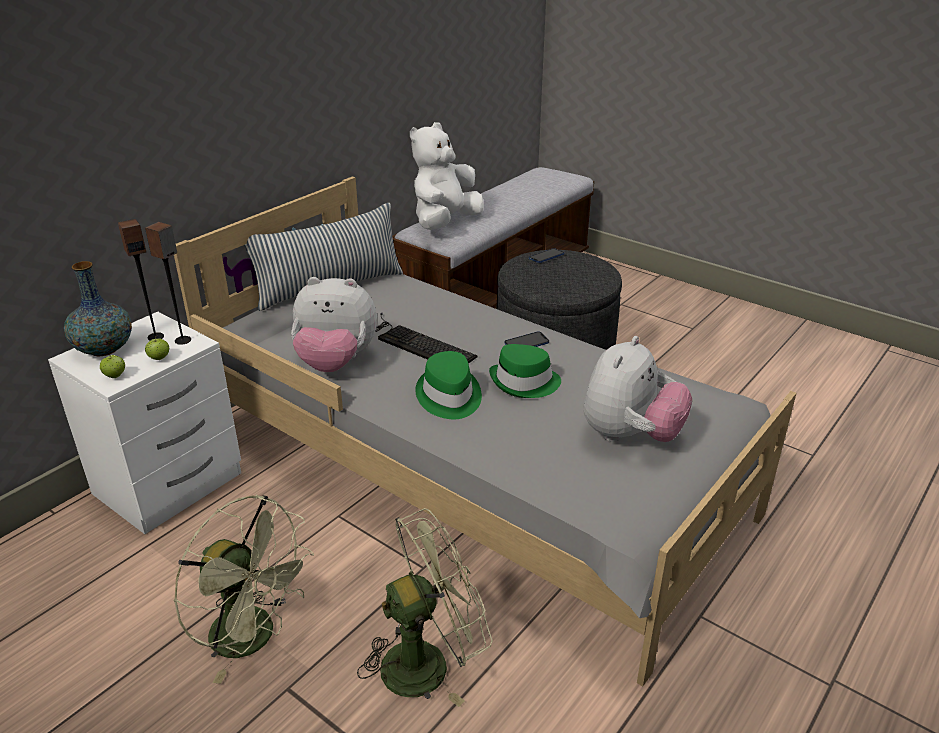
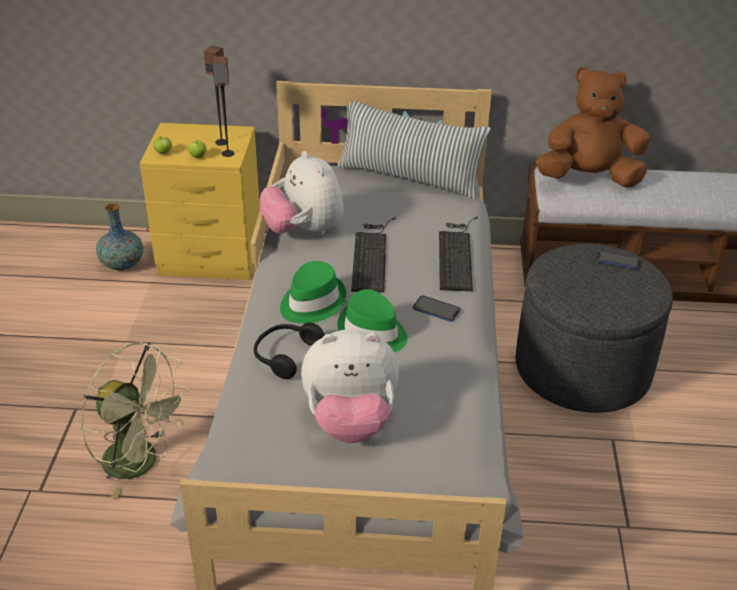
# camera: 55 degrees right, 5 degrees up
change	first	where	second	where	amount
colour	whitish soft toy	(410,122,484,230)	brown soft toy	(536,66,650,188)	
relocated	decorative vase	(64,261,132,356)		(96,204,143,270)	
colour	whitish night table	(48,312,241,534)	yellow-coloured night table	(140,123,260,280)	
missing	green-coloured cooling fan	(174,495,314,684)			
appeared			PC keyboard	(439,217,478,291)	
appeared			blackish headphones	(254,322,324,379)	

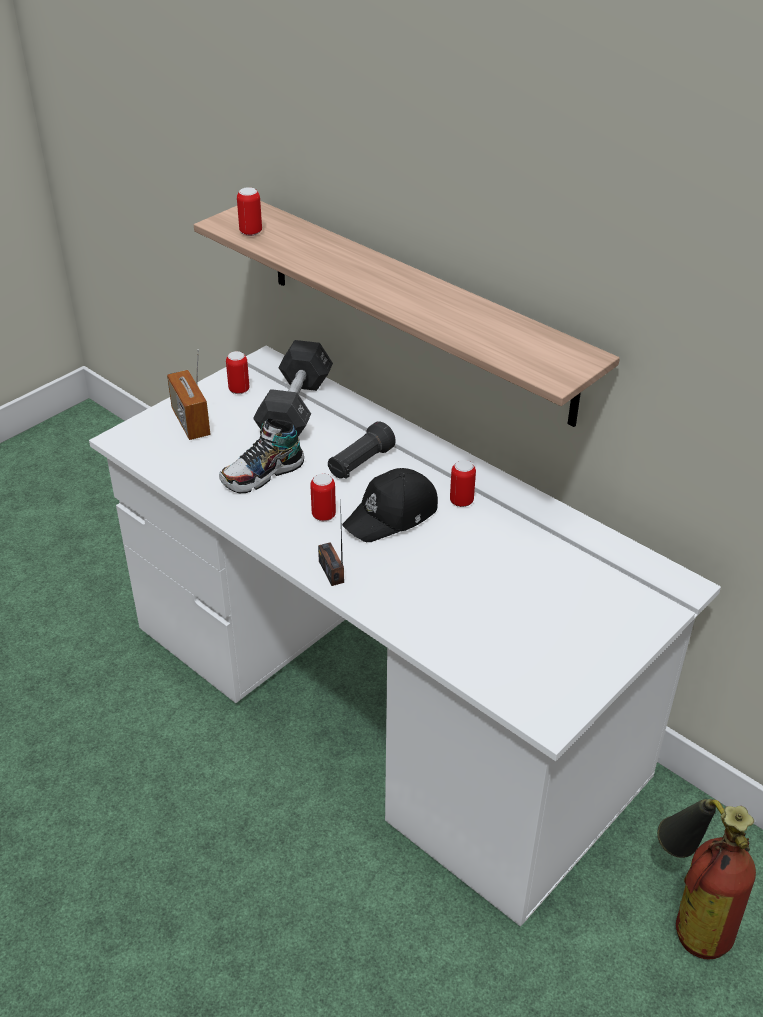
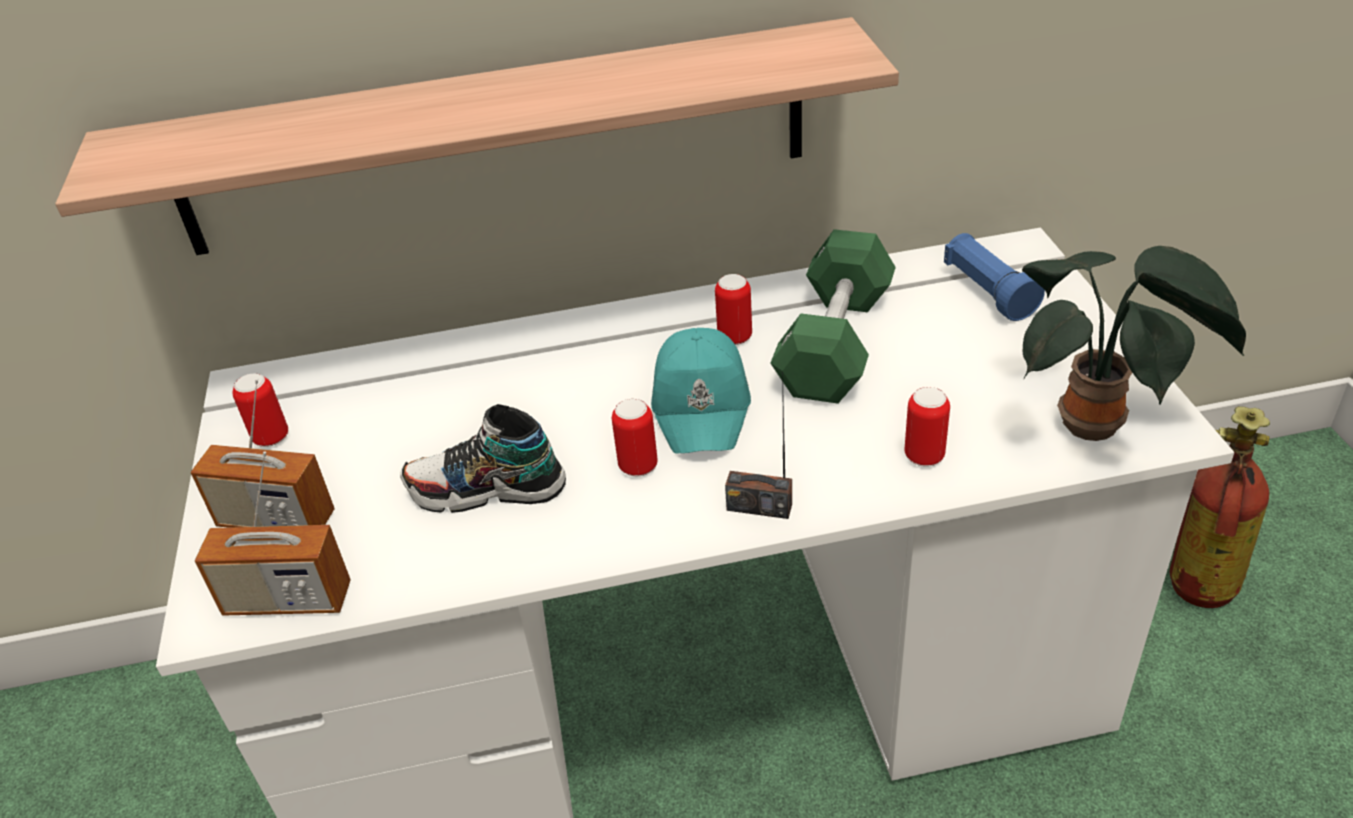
# camera: 50 degrees left, 0 degrees up
change	first	where	second	where	amount
relocated	sealed can	(237,187,262,236)		(904,387,950,467)	
missing	blackish free weight	(253,340,333,436)			
spun	item of footwear	(219,419,304,493)		(400,404,566,513)	90 degrees clockwise
missing	blackish flashlight	(328,421,396,479)			
colour	blackish baseball cap	(342,468,438,542)	turquoise-coloured baseball cap	(651,328,751,453)	
appeared			green-coloured free weight	(770,229,896,404)	
appeared			blue flashlight	(944,233,1045,321)	
appeared			plant in a pot	(1022,246,1246,441)	
appeared			radio receiver	(195,451,350,616)	

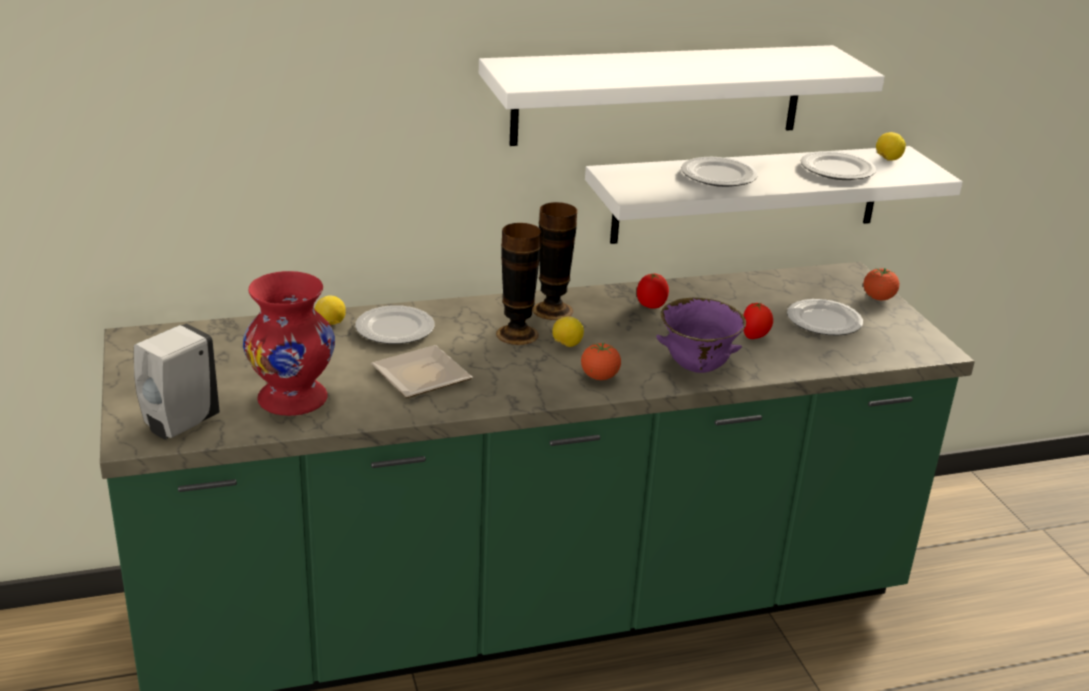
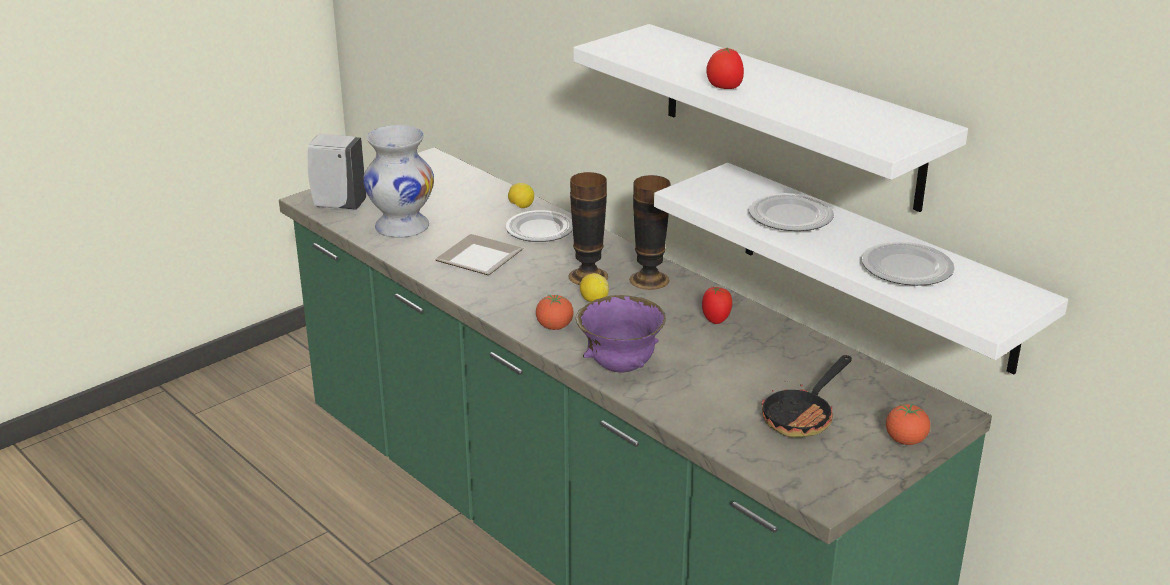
# camera: 65 degrees right, 0 degrees up
change	first	where	second	where	amount
missing	lemon	(876,132,906,161)			
colour	reddish decorative vase	(243,271,335,416)	whitish decorative vase	(363,125,434,238)	
exchanged	plate	(787,299,863,335)	frying pan	(762,355,852,438)	
relocated	fresh tomato	(743,303,773,339)		(707,48,744,89)	

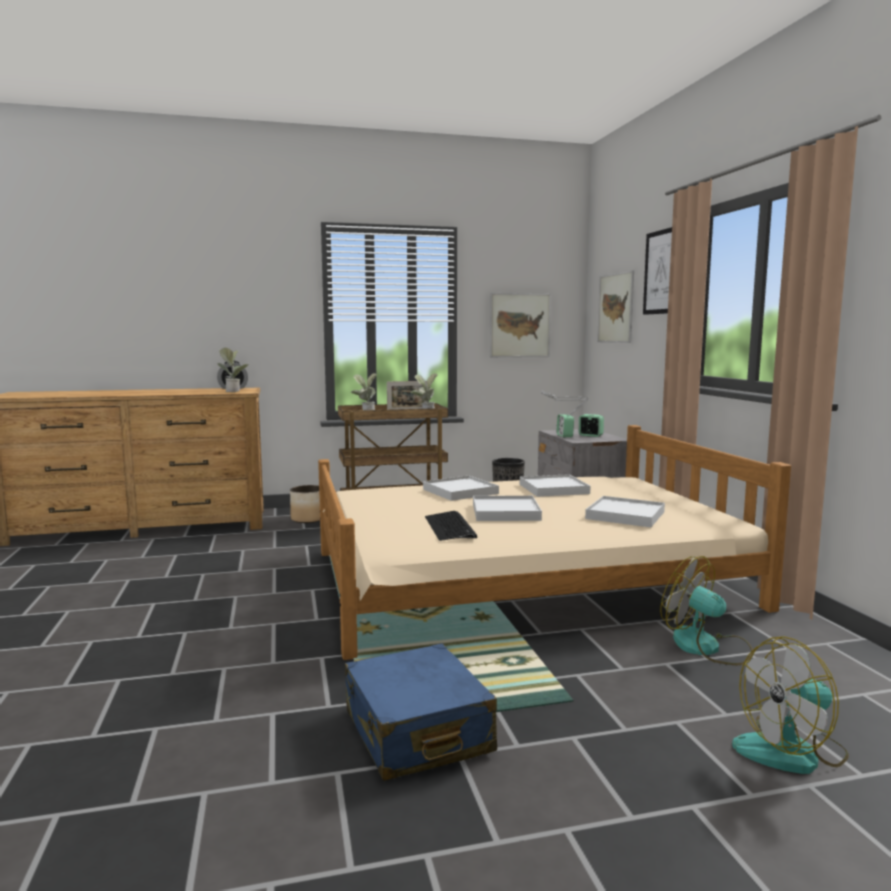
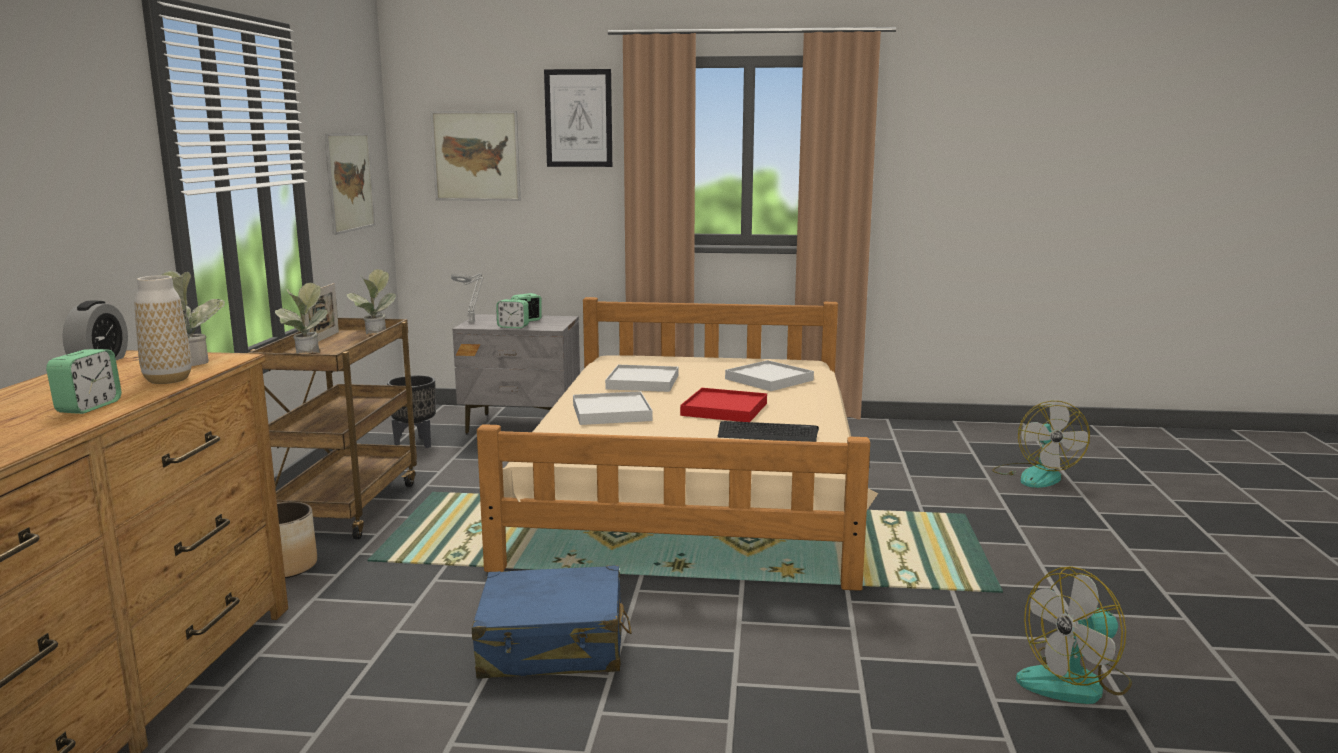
# camera: 70 degrees left, 5 degrees up
change	first	where	second	where	amount
colour	whitish tray	(473,496,542,521)	reddish tray	(680,388,767,422)	
relocated	cooling fan	(660,556,753,665)		(1016,566,1132,704)	
relocated	blue piece of luggage	(345,643,497,781)		(472,565,632,679)	
appeared			decorative vase	(134,275,192,384)	
appeared			table clock	(46,349,122,414)	

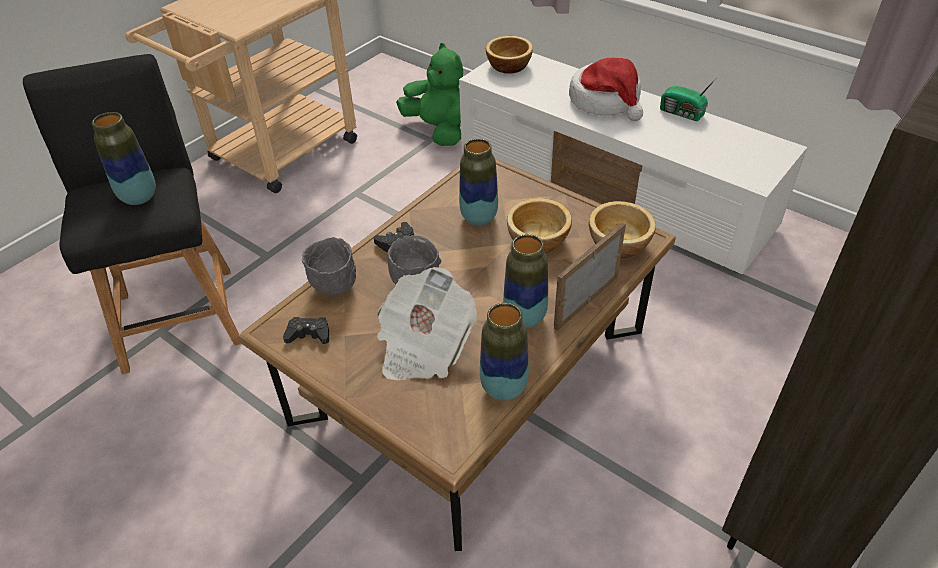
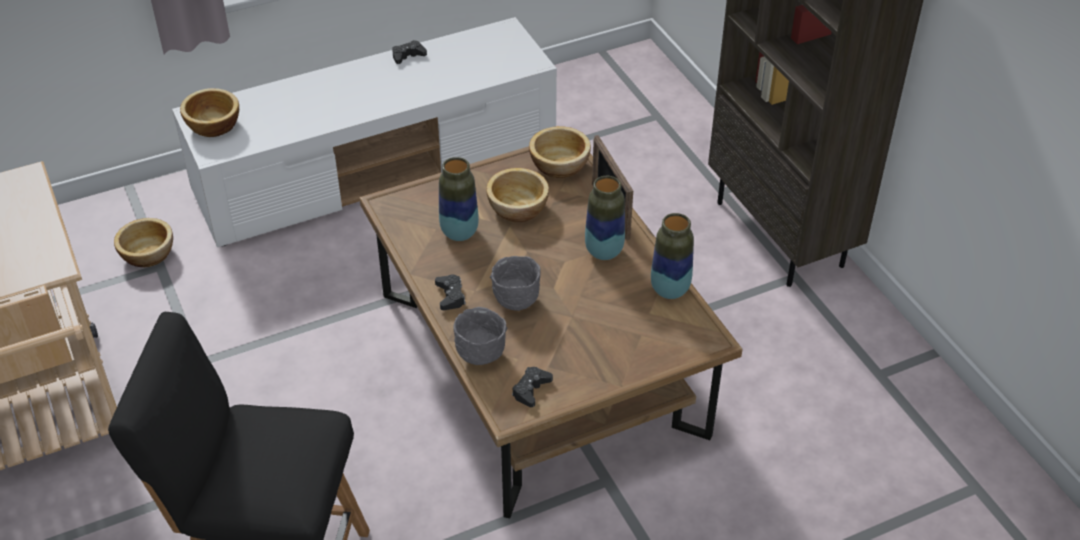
# camera: 65 degrees left, 0 degrees up
change	first	where	second	where	amount
exchanged	green-coloured soft toy	(396,43,463,146)	deep dish	(114,218,173,267)	
missing	hat	(569,58,643,121)			
exchanged	radio receiver	(660,80,715,121)	blackish joypad	(392,40,427,64)	
missing	decorative vase	(92,112,156,205)			
missing	daily paper	(377,267,477,380)			

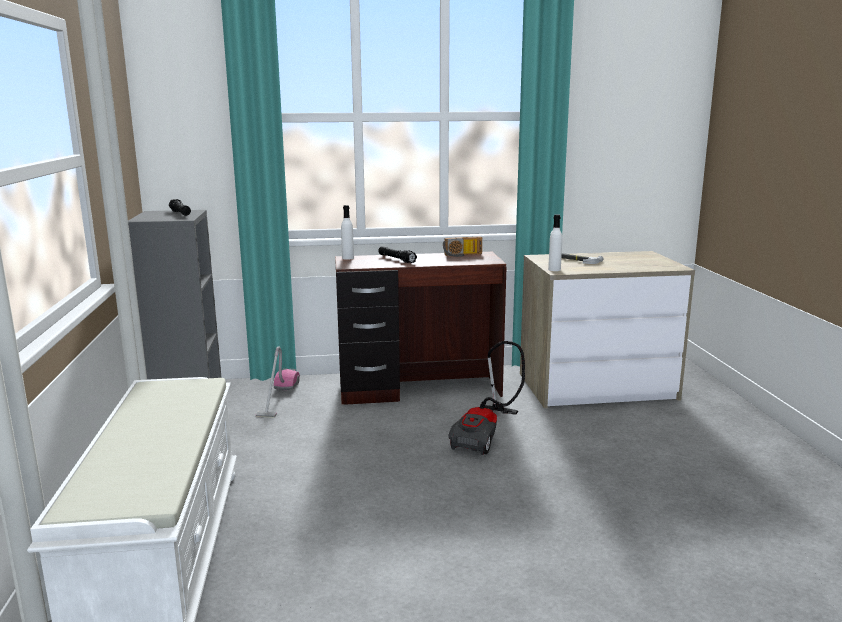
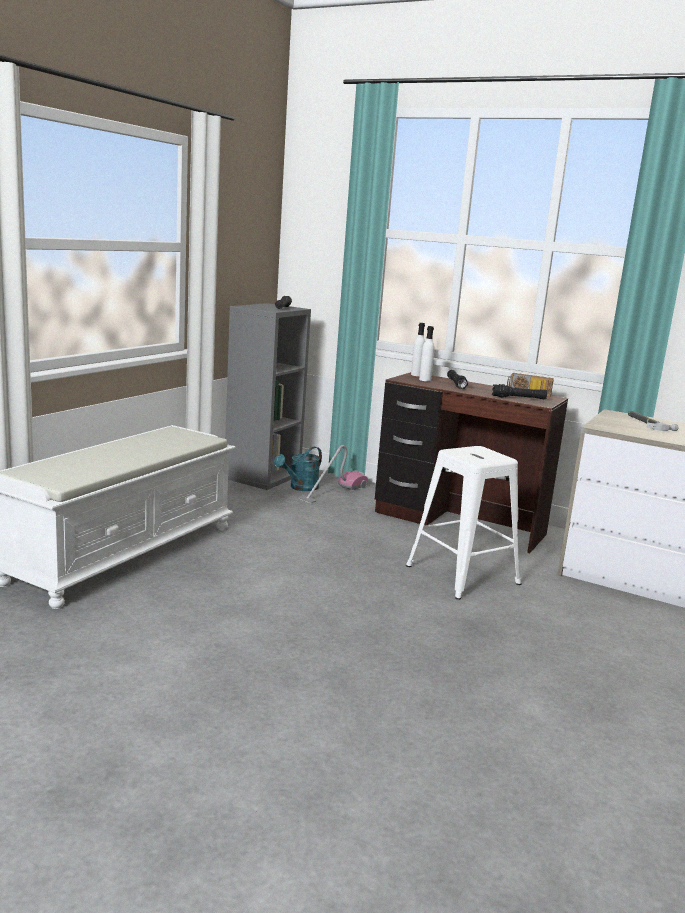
# camera: 35 degrees right, 0 degrees up
change	first	where	second	where	amount
relocated	whitish drink bottle	(548,214,562,271)		(419,326,434,381)	
exchanged	hoover	(448,341,525,455)	whitish stool seat	(406,446,521,600)	
appeared			blackish flashlight	(492,384,547,399)	
appeared			turquoise-coloured watering can	(274,447,322,491)	

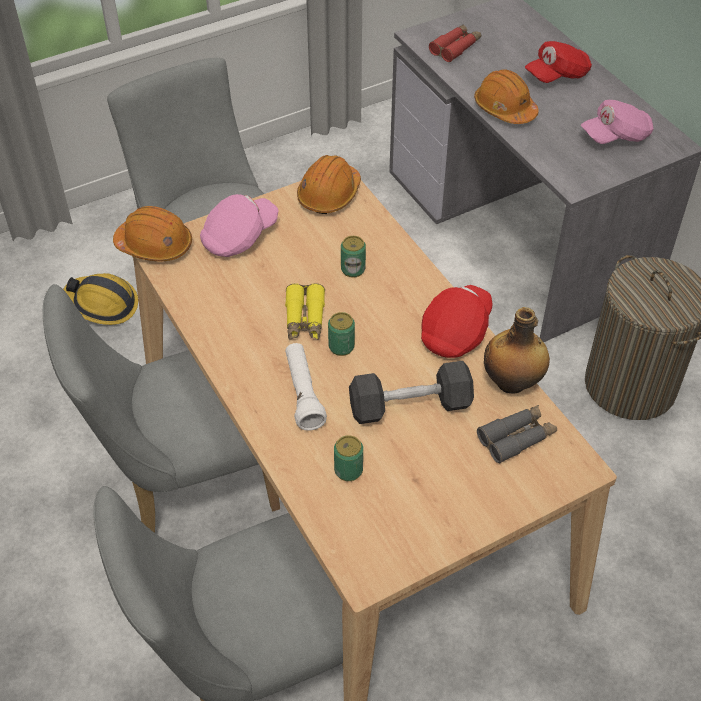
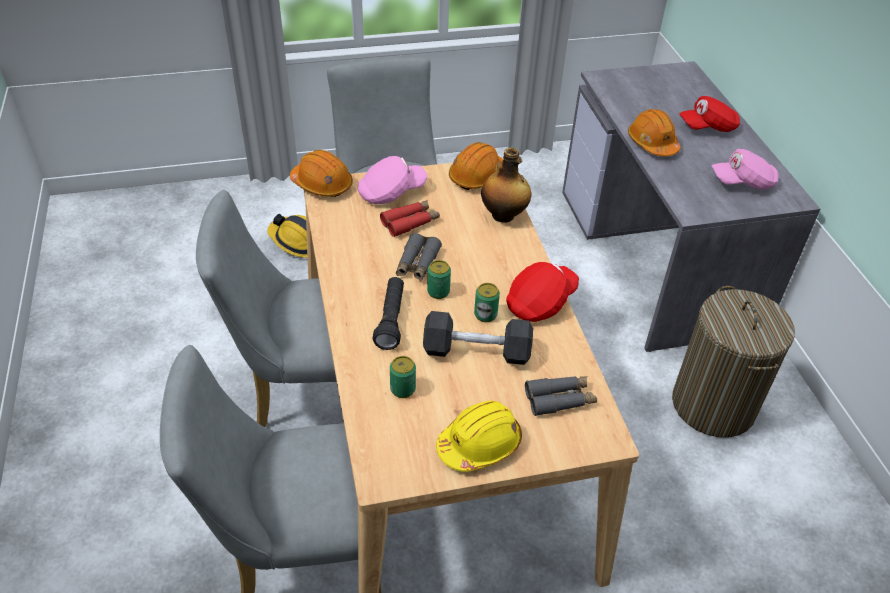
# camera: 15 degrees right, 5 degrees down
change	first	where	second	where	amount
relocated	reddish field glasses	(429,24,481,62)		(380,200,440,237)	
relocated	sealed can	(341,236,366,278)		(474,283,500,322)	
colour	yellow-coloured field glasses	(285,283,325,340)	grey field glasses	(396,233,442,281)	
relocated	drink bottle	(484,307,550,393)		(481,147,531,223)	
colour	whitish flashlight	(285,343,327,431)	blackish flashlight	(372,277,404,350)	
appeared			yellow-coloured safety helmet	(436,401,522,472)	

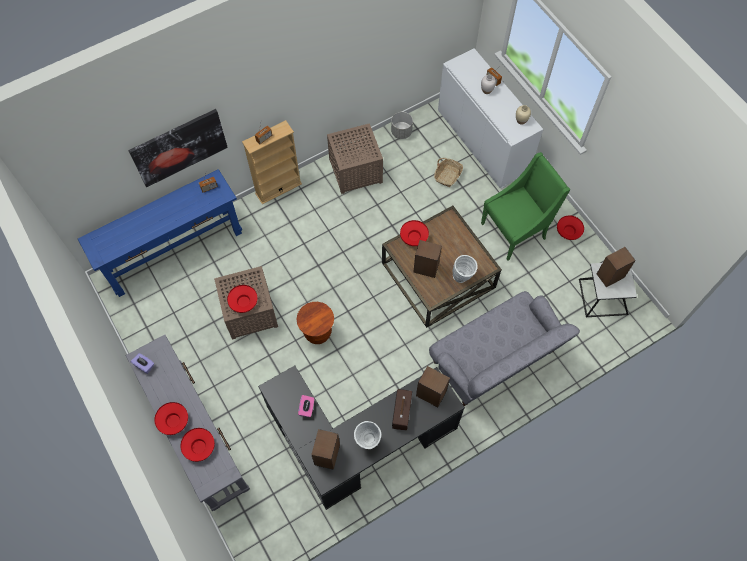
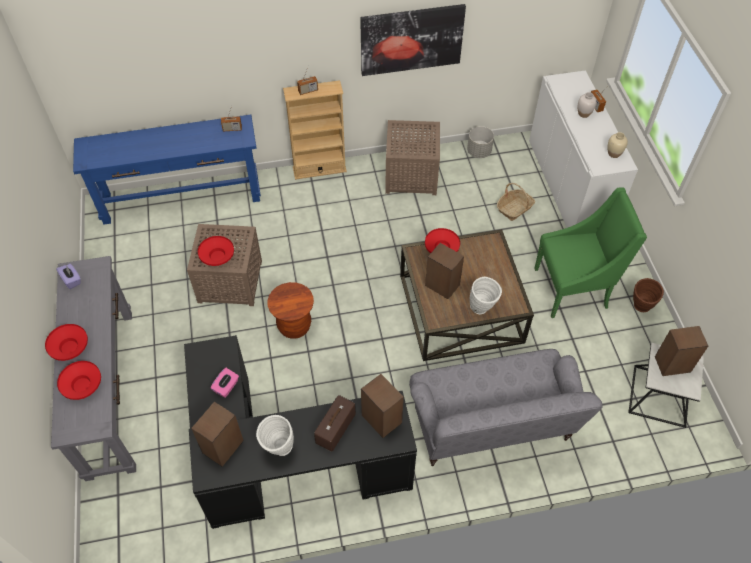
# camera: 20 degrees right, 10 degrees down
change	first	where	second	where	amount
relocated	wall picture	(128,109,228,187)		(360,4,466,76)	
exchanged	reddish deep dish	(557,215,584,240)	brown decorative vase	(633,278,664,312)	

